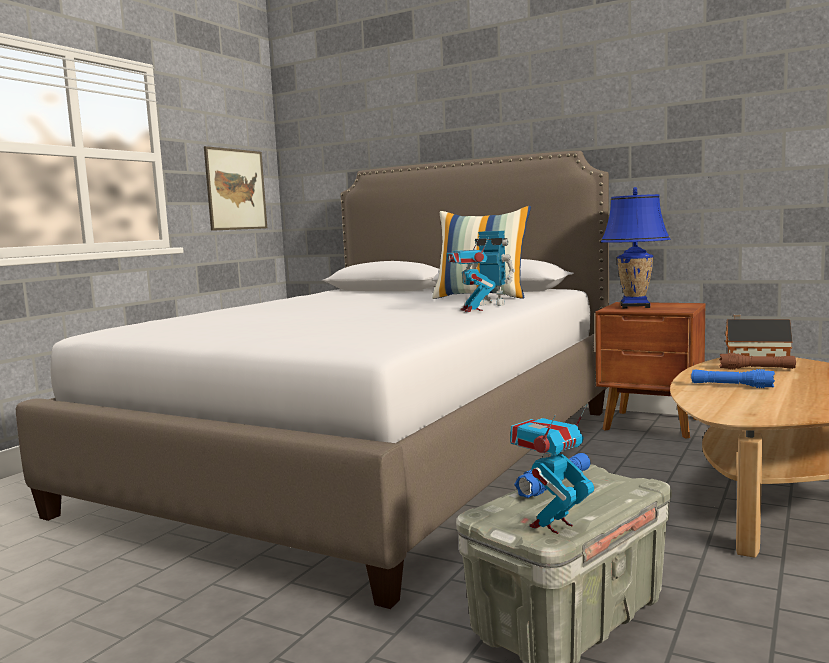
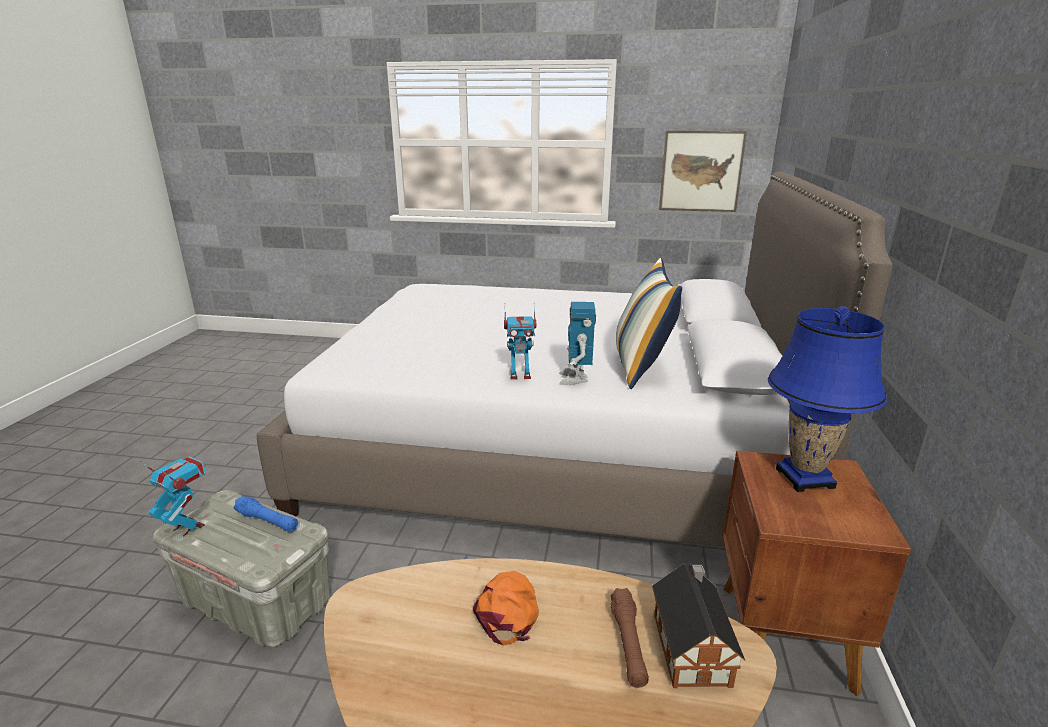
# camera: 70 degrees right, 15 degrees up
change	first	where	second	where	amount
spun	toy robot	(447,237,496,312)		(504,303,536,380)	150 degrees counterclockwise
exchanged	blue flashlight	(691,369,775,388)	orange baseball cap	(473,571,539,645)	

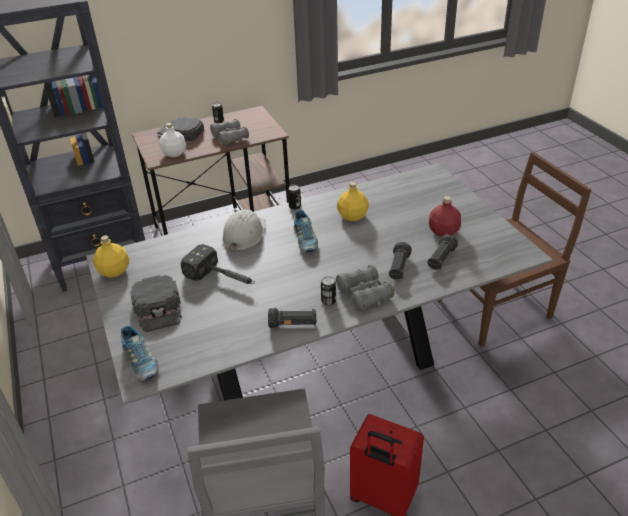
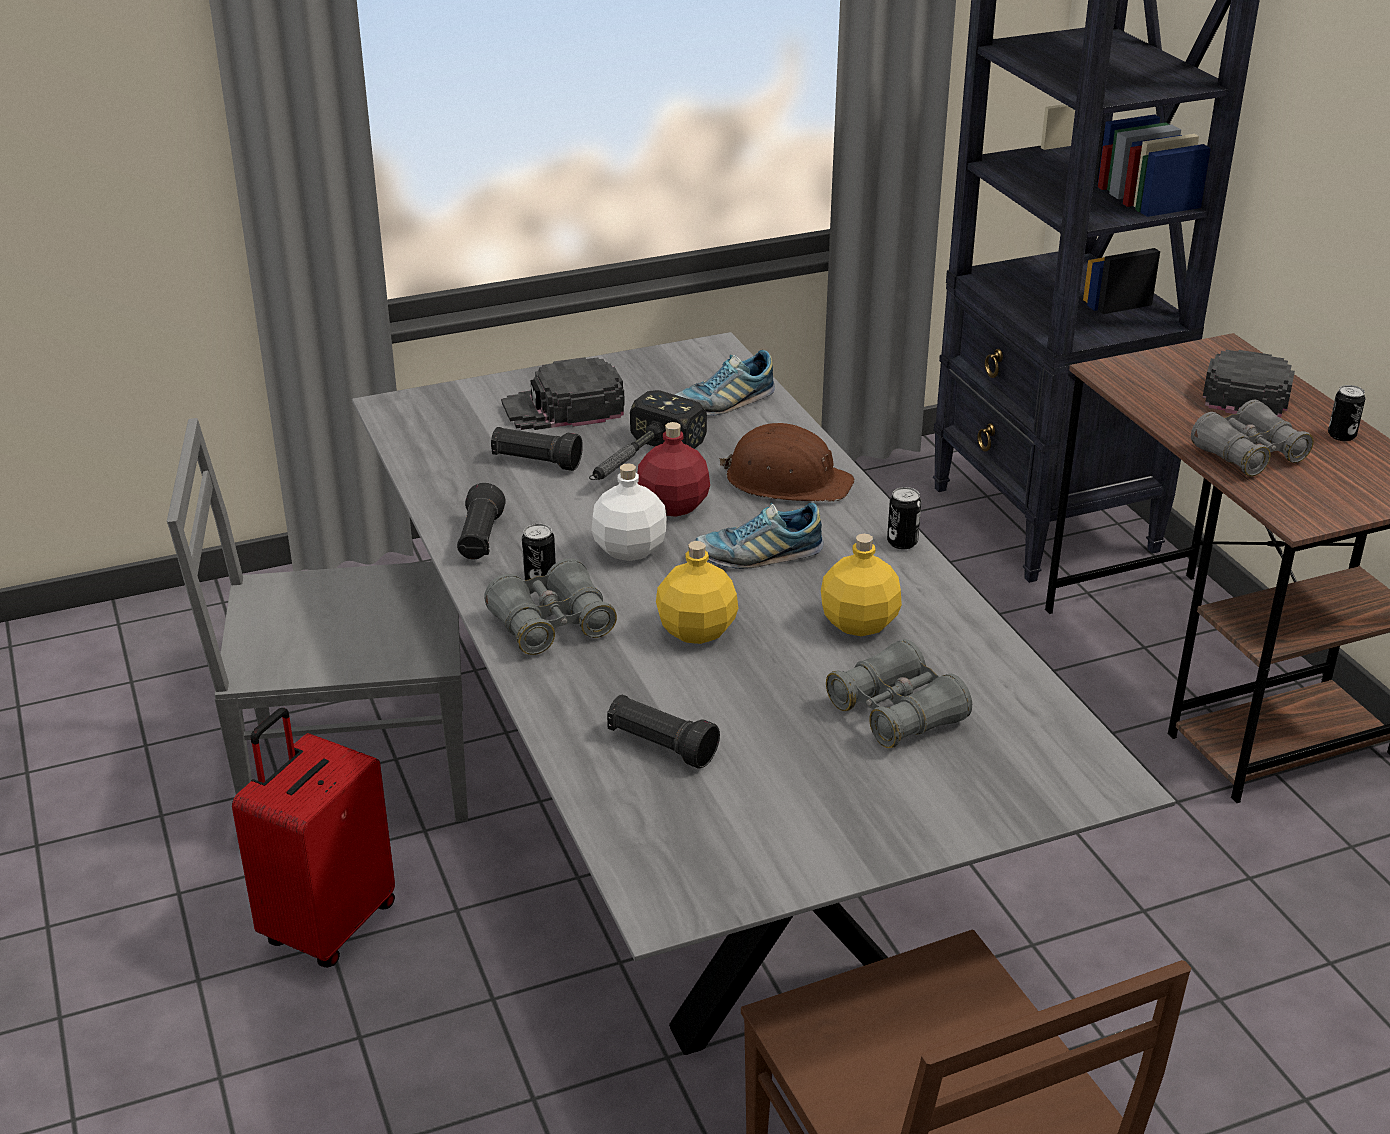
# camera: 90 degrees right, 5 degrees down
change	first	where	second	where	amount
relocated	whitish drink bottle	(159,123,186,157)		(591,463,667,561)	
relocated	reddish drink bottle	(429,196,461,237)		(637,422,710,517)	
colour	whitish safety helmet	(222,209,266,251)	brown safety helmet	(718,423,854,502)	
relocated	yellow-coloured drink bottle	(93,235,129,278)		(656,541,738,644)	
relocated	blackish flashlight	(389,242,412,280)		(491,427,583,471)	
relocated	item of footwear	(121,325,159,380)		(675,350,775,415)	
appeared			grey field glasses	(826,639,972,748)	

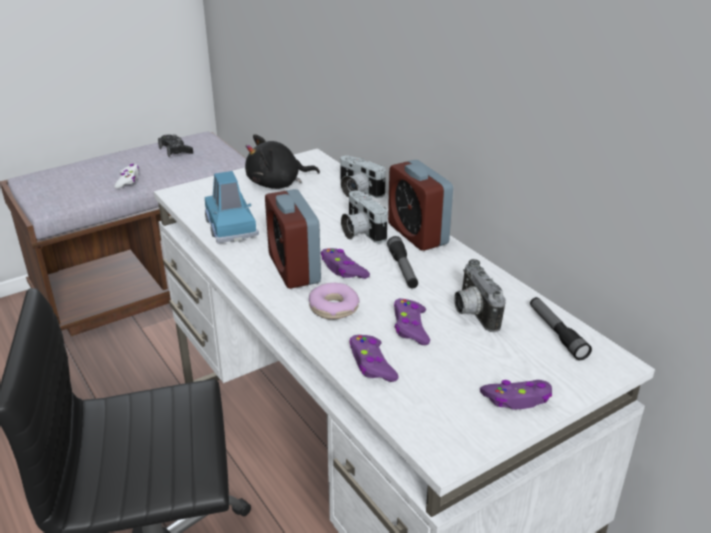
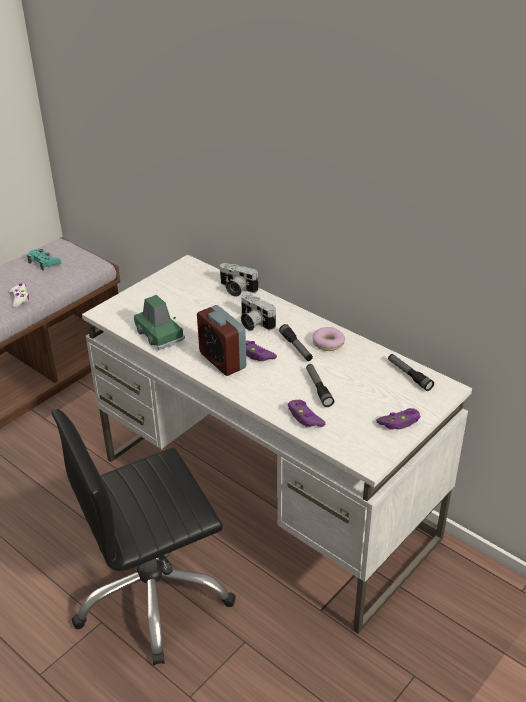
# camera: 15 degrees left, 5 degrees up
change	first	where	second	where	amount
colour	blackish joypad	(158,134,193,158)	turquoise-coloured joypad	(27,249,61,270)	
missing	blackish soft toy	(245,134,320,189)			
missing	table clock	(388,160,453,251)			
colour	blue model car	(205,171,259,243)	green-coloured model car	(134,295,185,350)	
missing	photo camera	(454,259,506,332)			
relocated	ring doughnut	(309,283,359,320)		(312,327,345,351)	
exchanged	purple-coloured joypad	(394,298,430,345)	flashlight	(306,364,334,407)	

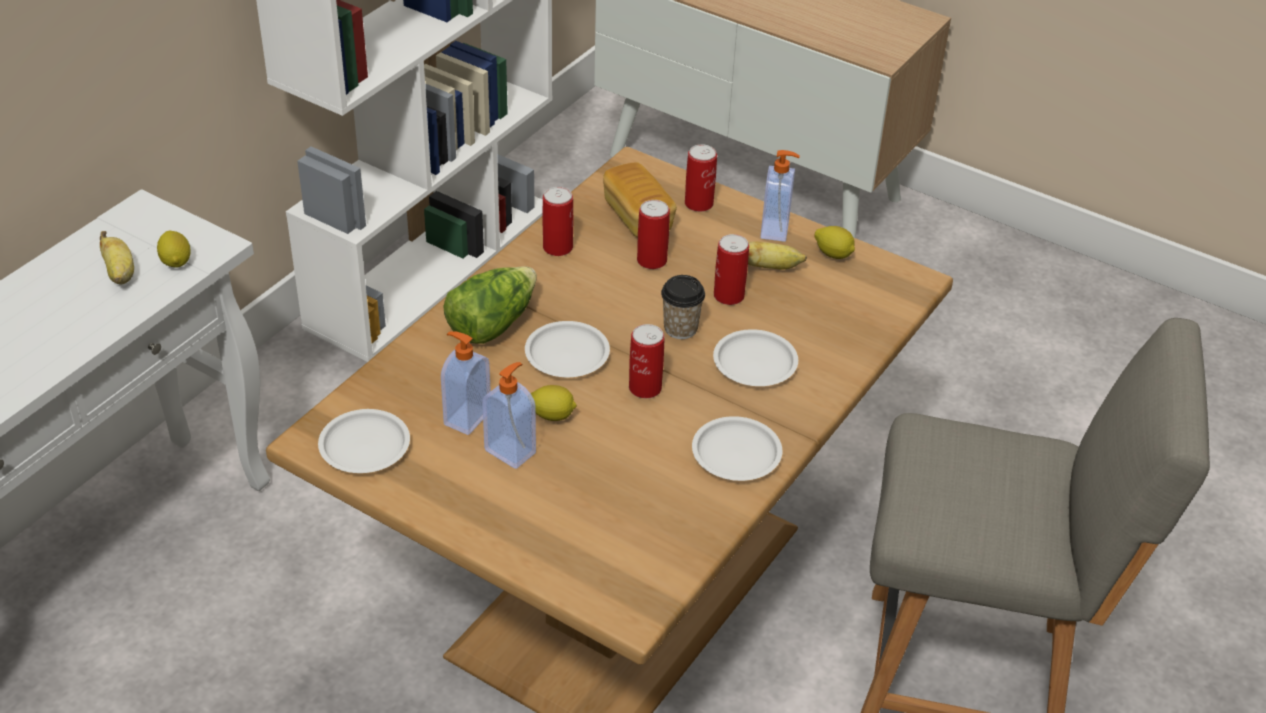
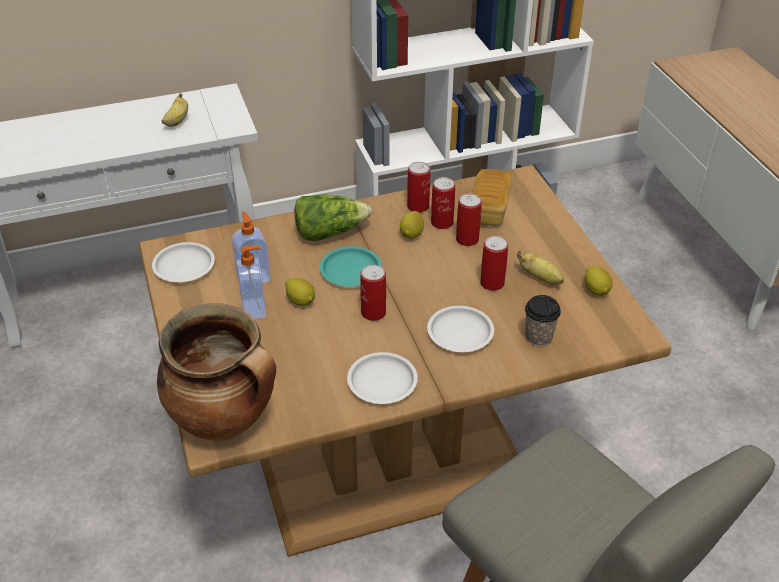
# camera: 40 degrees right, 0 degrees up
change	first	where	second	where	amount
relocated	sealed can	(685,144,717,212)		(431,177,455,229)	
missing	soap dispenser	(760,150,800,242)			
relocated	lemon	(157,230,191,267)		(400,211,424,239)	
relocated	drinking cup	(661,275,705,339)		(525,295,561,346)	
colour	whitish plate	(525,321,610,377)	turquoise-coloured plate	(319,246,382,287)	
appeared			cooking pot	(157,303,276,441)	

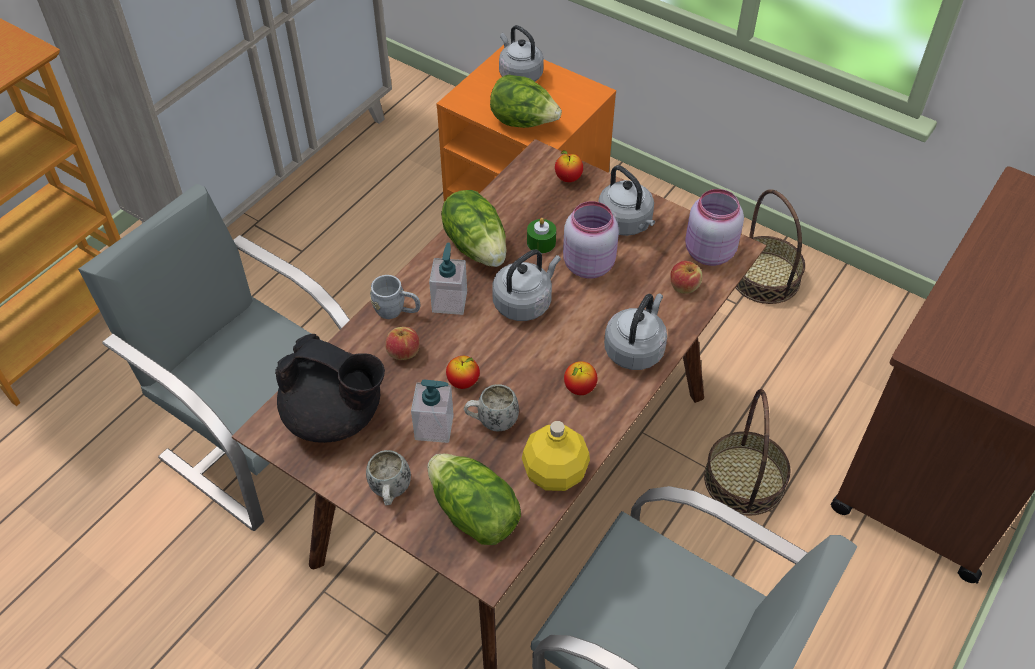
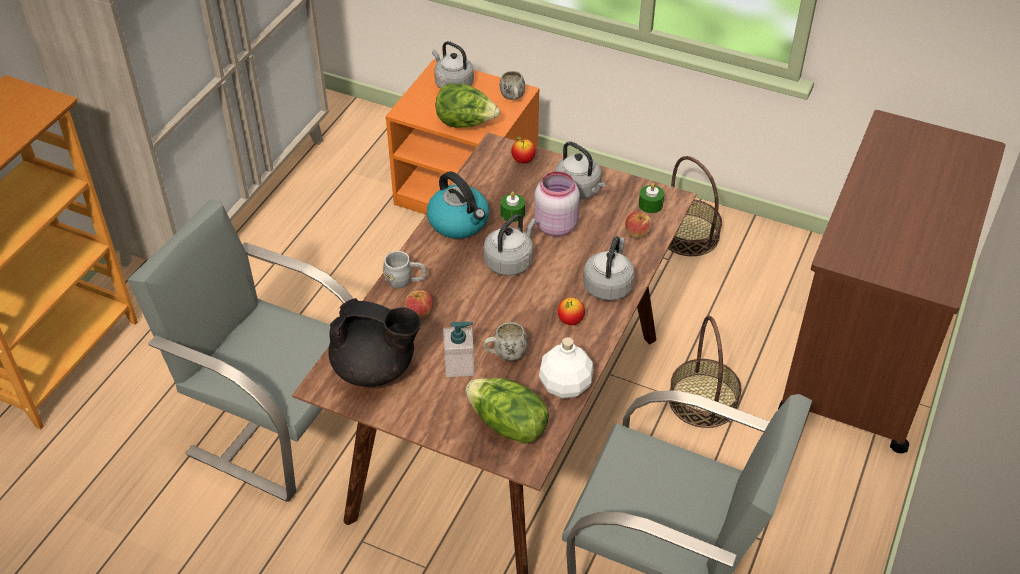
# camera: 10 degrees left, 5 degrees down
change	first	where	second	where	amount
exchanged	pink-coloured jar	(685,189,744,266)	green-coloured candle	(639,183,664,213)	
exchanged	lettuce head	(441,190,506,267)	tea kettle	(427,171,489,239)	
missing	soap dispenser	(429,243,467,315)			
missing	apple fruit	(446,356,480,389)			
colour	yellow-coloured drink bottle	(522,421,590,491)	whitish drink bottle	(539,337,593,399)	
relocated	whitish tea mug	(366,450,411,505)		(500,71,525,100)	

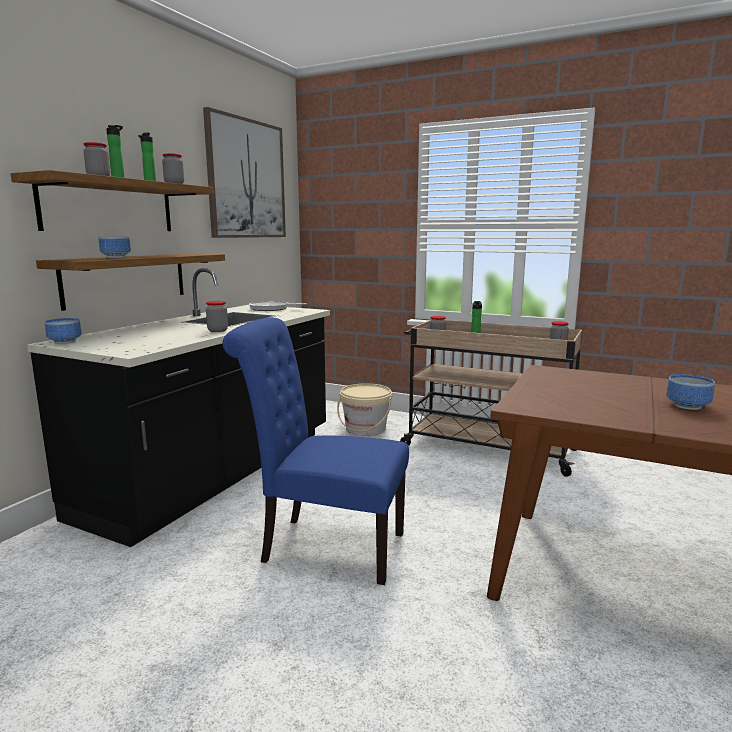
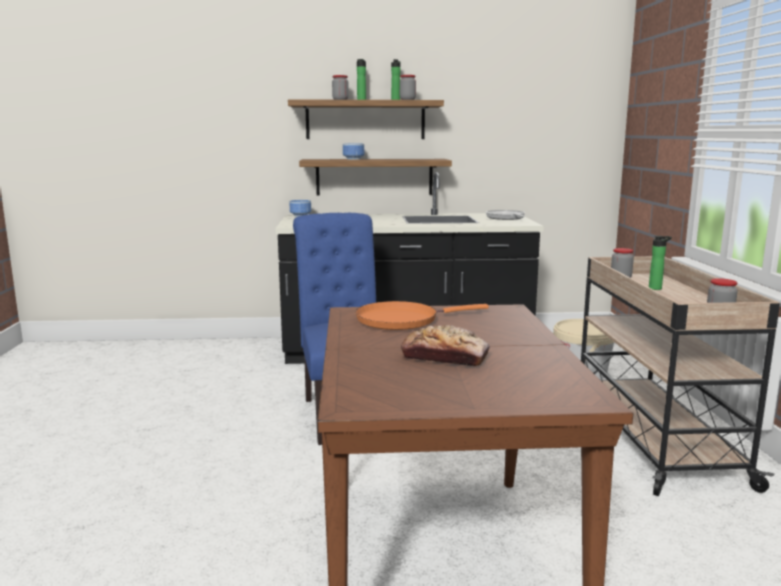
# camera: 60 degrees right, 0 degrees up
change	first	where	second	where	amount
missing	wall picture	(203,107,286,238)			
missing	jar	(206,301,228,332)			
exchanged	deep dish	(666,374,715,410)	bakery bread	(401,325,490,367)	
appeared			orange frying pan	(356,301,489,330)	

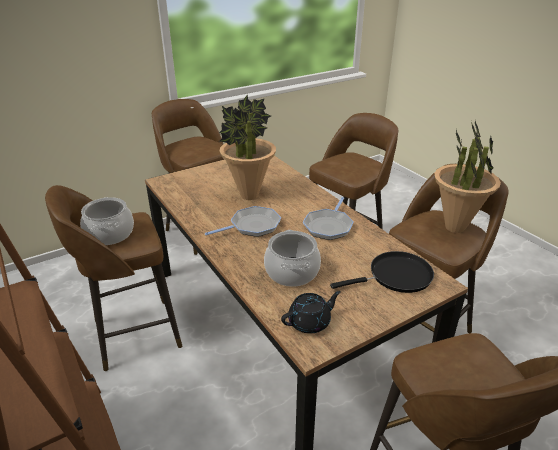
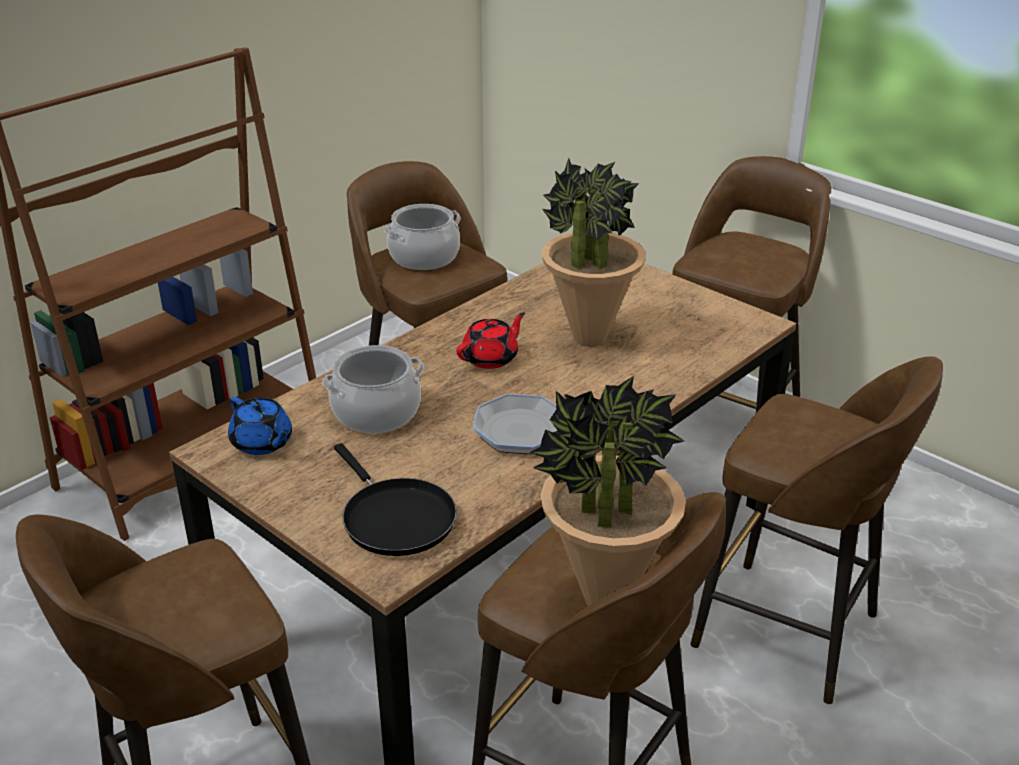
# camera: 75 degrees right, 0 degrees up
change	first	where	second	where	amount
exchanged	frying pan	(205,206,281,237)	reddish tea pot	(457,312,525,369)	
colour	blackish tea pot	(281,291,341,334)	blue tea pot	(228,397,292,455)	

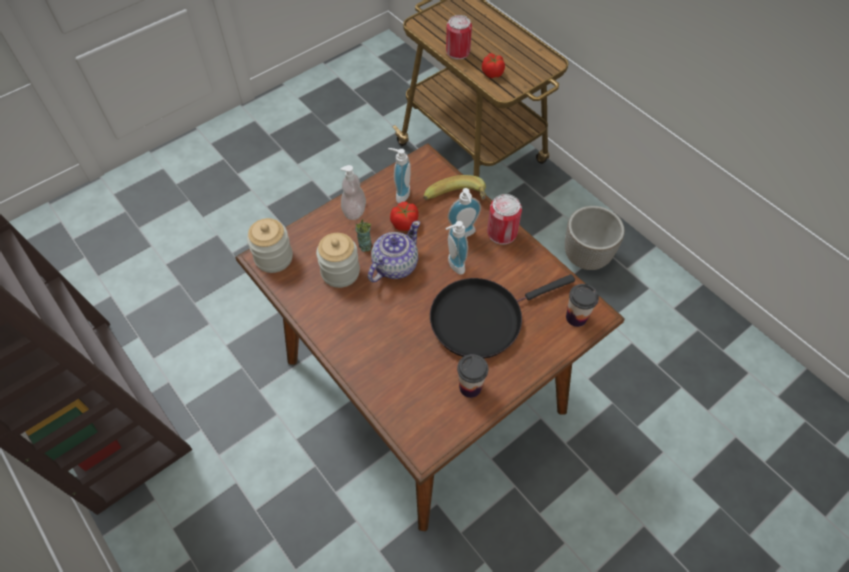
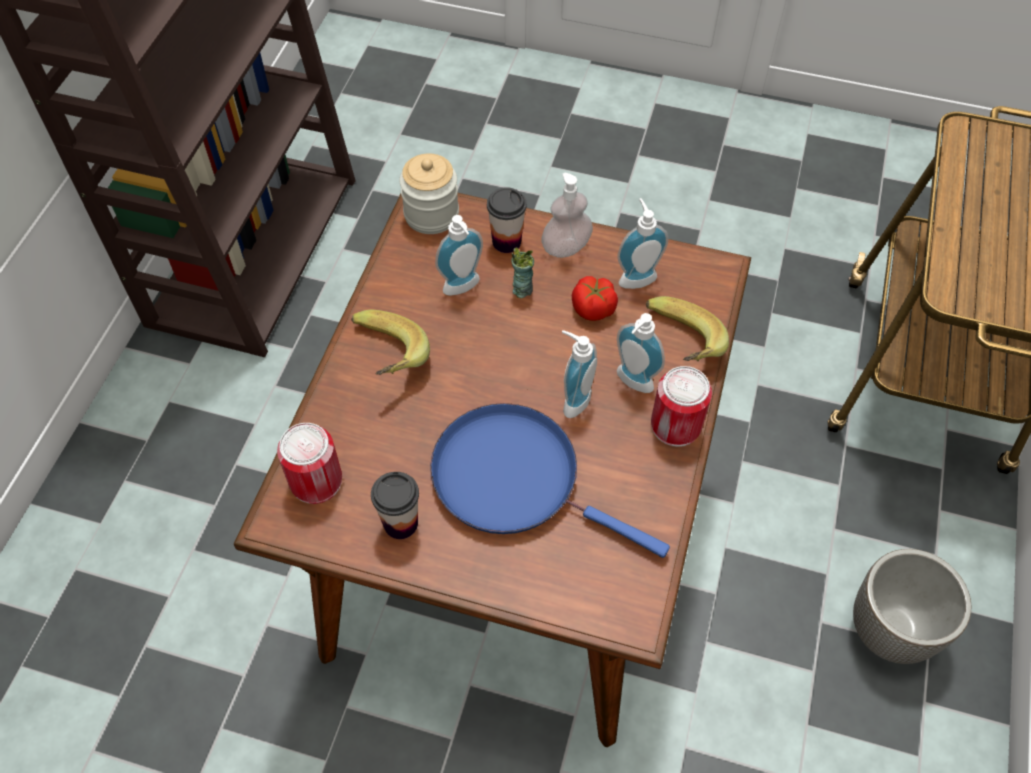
# camera: 55 degrees right, 0 degrees up
change	first	where	second	where	amount
relocated	sealed can	(446,15,472,59)		(277,423,342,504)	
missing	fresh tomato	(482,53,505,78)			
missing	tea pot	(368,221,420,282)			
exchanged	jar	(316,233,360,288)	soap dispenser	(435,215,483,296)	
colour	blackish frying pan	(430,274,575,358)	blue frying pan	(430,403,670,558)	
relocated	drinking cup	(566,284,599,327)		(487,187,527,253)	
appeared			banana fruit	(351,310,430,375)	

